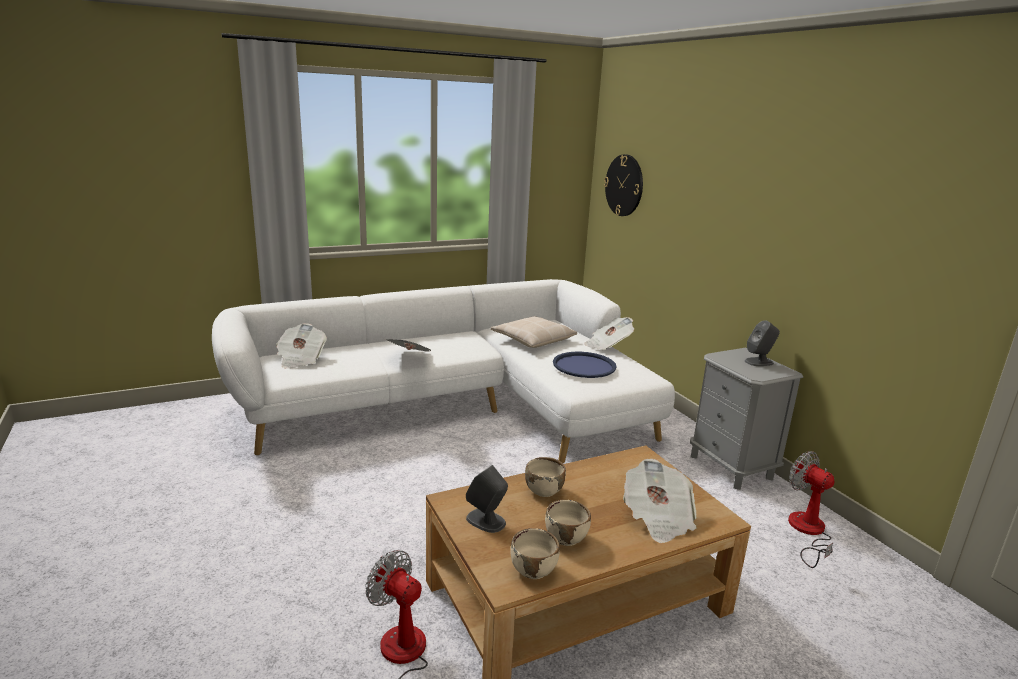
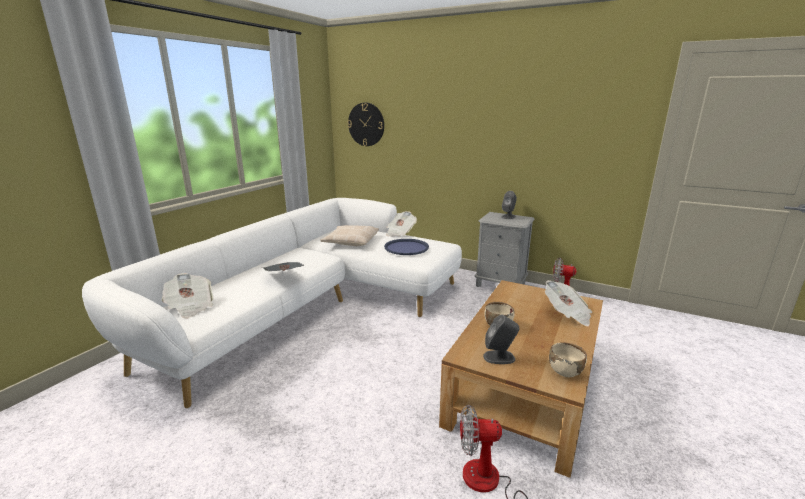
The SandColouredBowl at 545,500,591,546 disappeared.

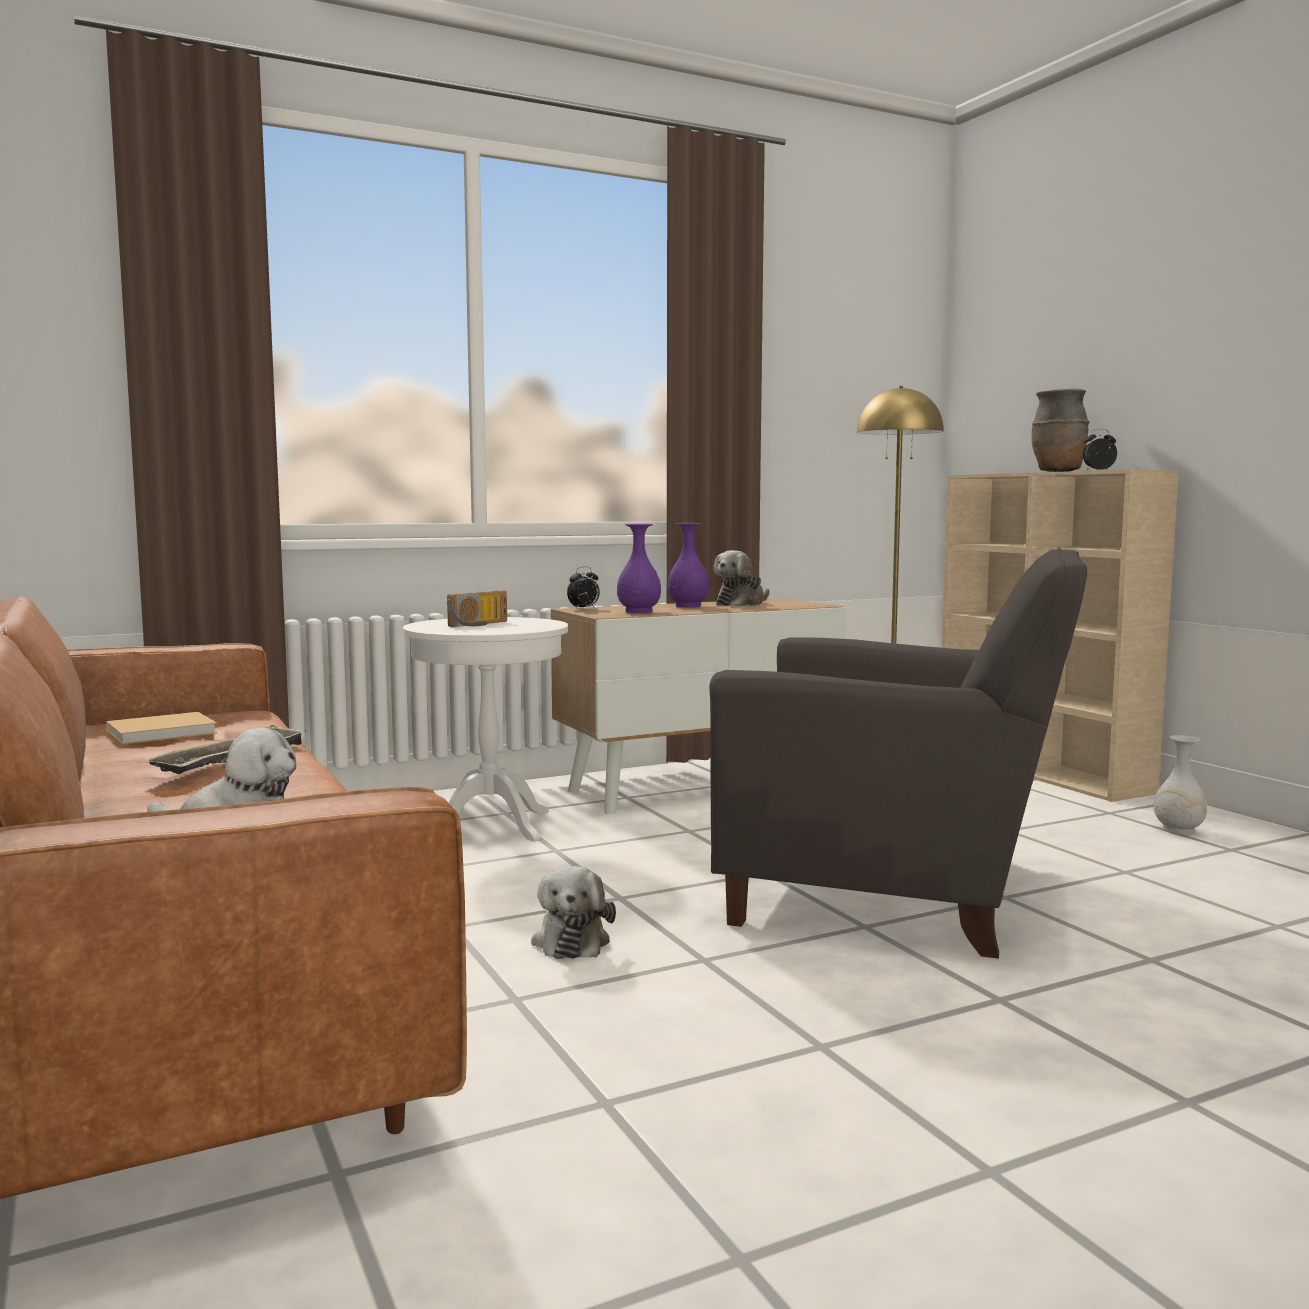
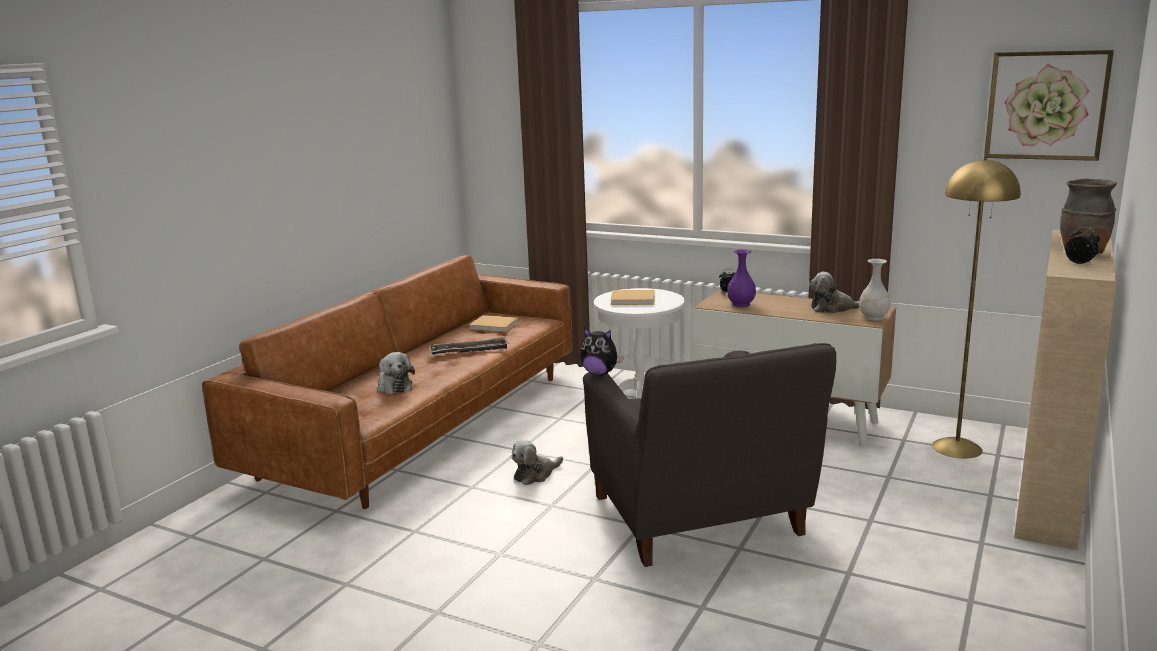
The RadioReceiver at 447,590,507,627 was replaced by the SandColouredVolume at 611,290,655,305.
The PurplishFlowerVase at 667,523,710,607 disappeared.
The WhiteColouredFlowerVase moved from 1154,735,1207,835 to 859,259,890,321.
The CuddlyToy at 580,327,624,375 appeared.
The WallArt at 984,50,1114,161 appeared.

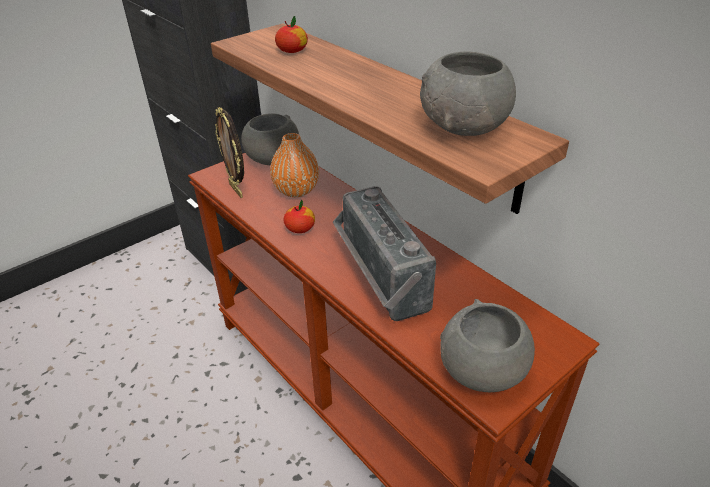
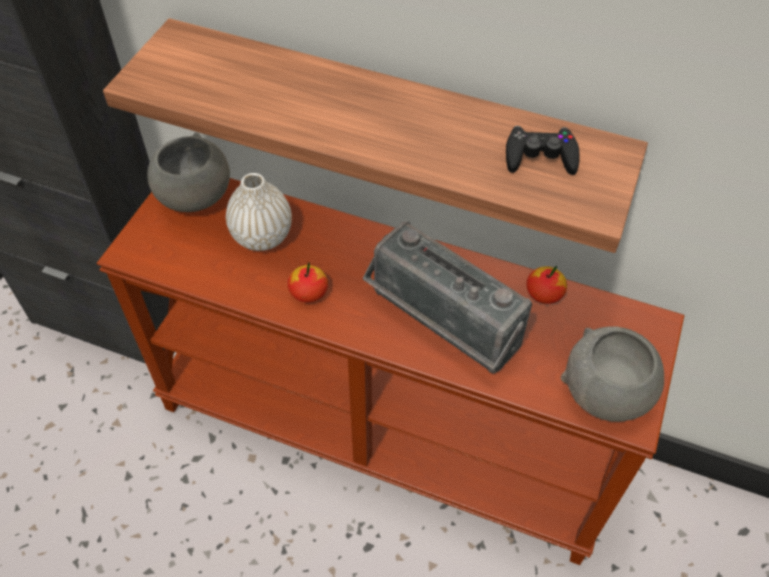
The PictureFrame at 215,107,244,198 disappeared.
The OrangeyFlowerVase at 270,133,319,197 became the WhiteColouredFlowerVase at 226,173,292,251.
The AppleFruit moved from 275,16,308,53 to 526,266,567,304.
The GrayBowl at 420,51,516,136 was replaced by the BlackishJoypad at 506,126,580,175.

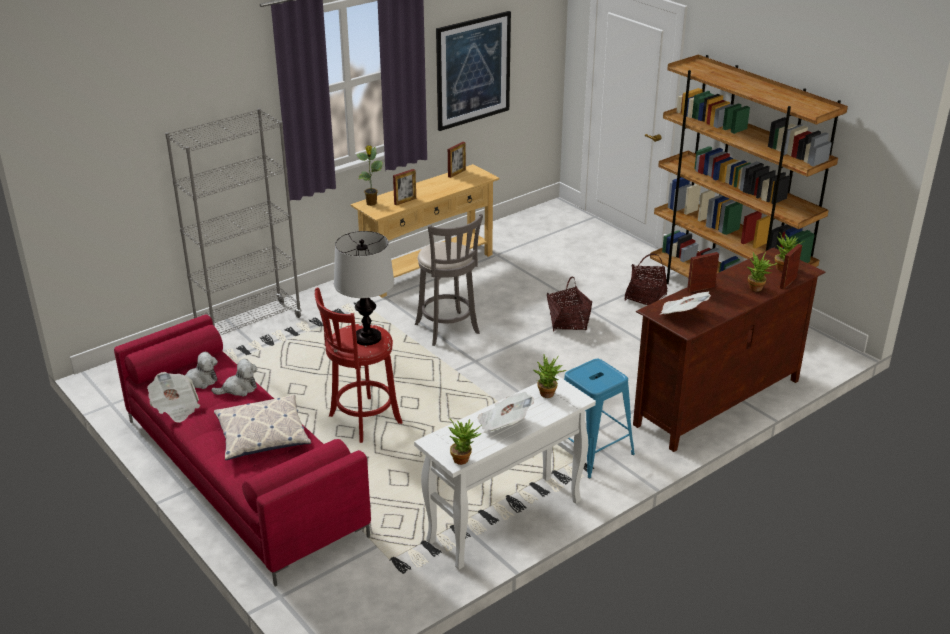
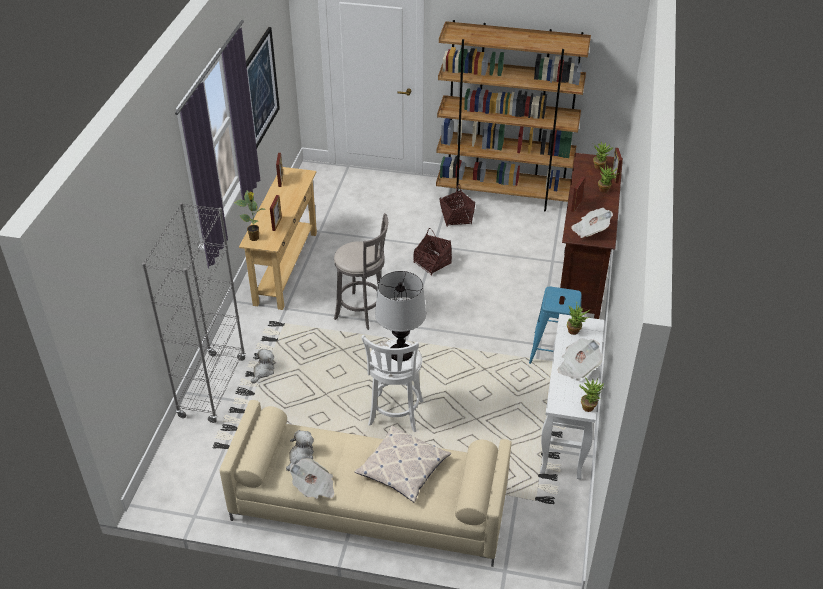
The ReddishCouch at 114,314,371,586 became the SandColouredCouch at 220,400,511,567.
The CuddlyToy moved from 211,359,257,397 to 251,349,274,383.
The ReddishStoolSeat at 315,287,403,443 became the WhiteColouredStoolSeat at 361,335,424,432.

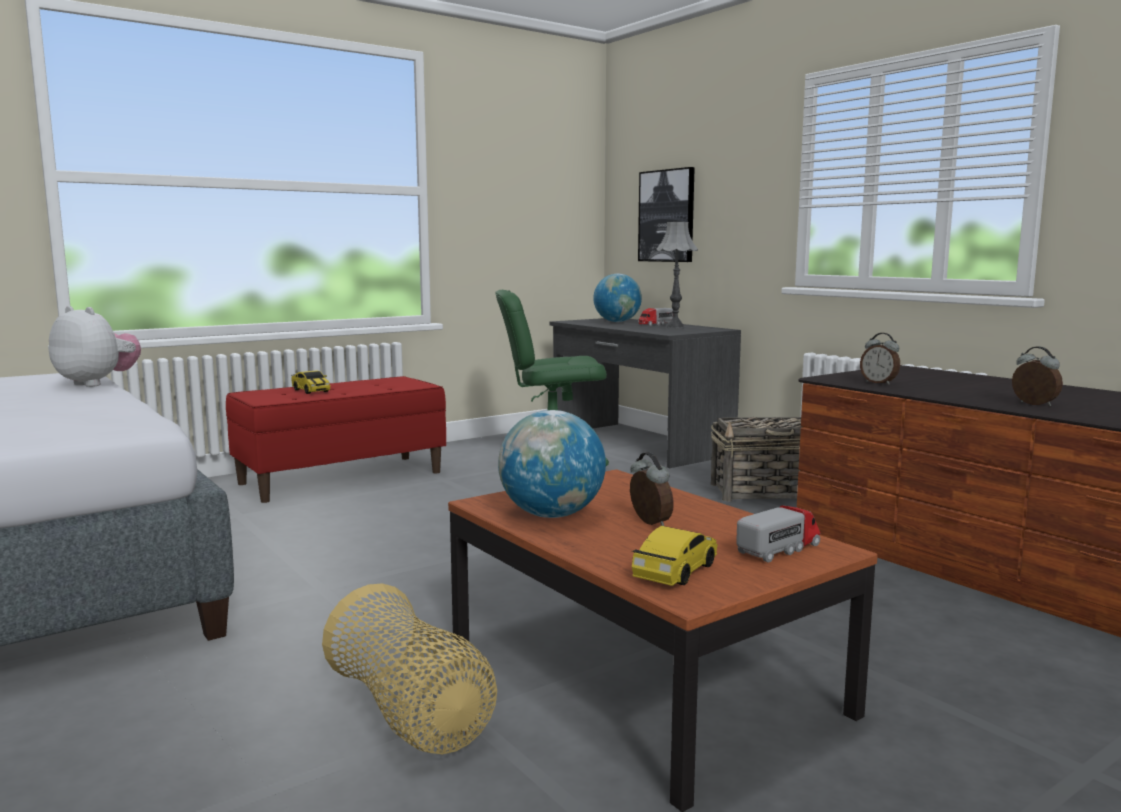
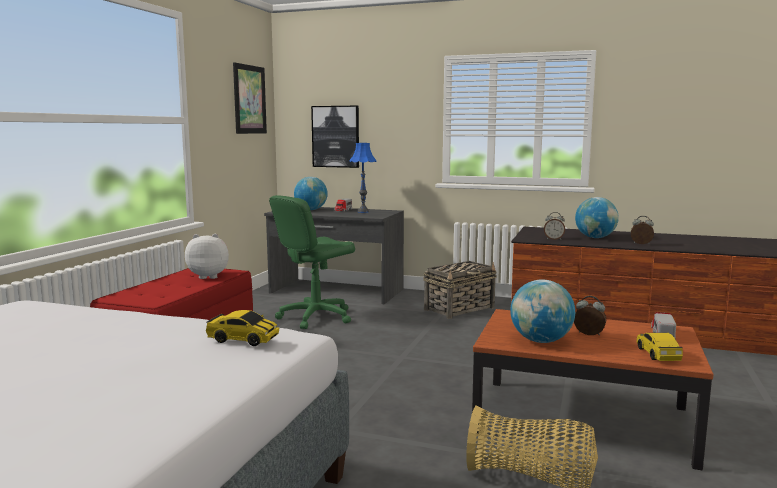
The CuddlyToy moved from 49,306,141,387 to 185,234,229,279.
The ToyCar moved from 292,370,330,394 to 206,310,279,346.
The GrayLampForATable at 656,222,698,329 became the BlueColouredLampForATable at 349,143,376,213.
The WallArt at 233,62,267,134 appeared.
The DeskGlobe at 575,197,619,238 appeared.

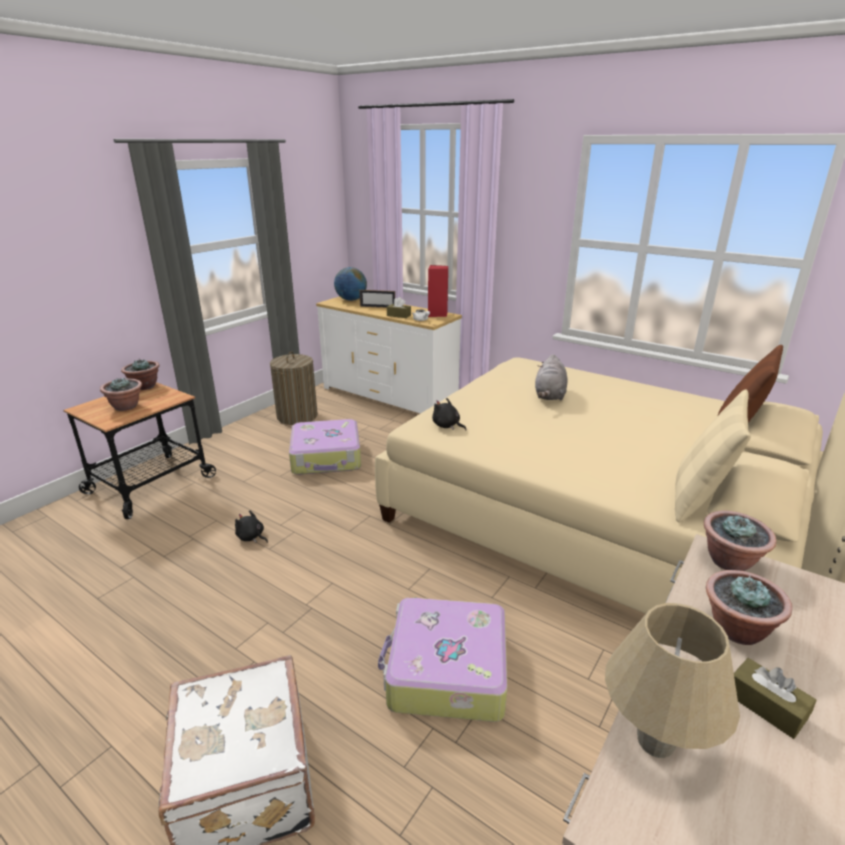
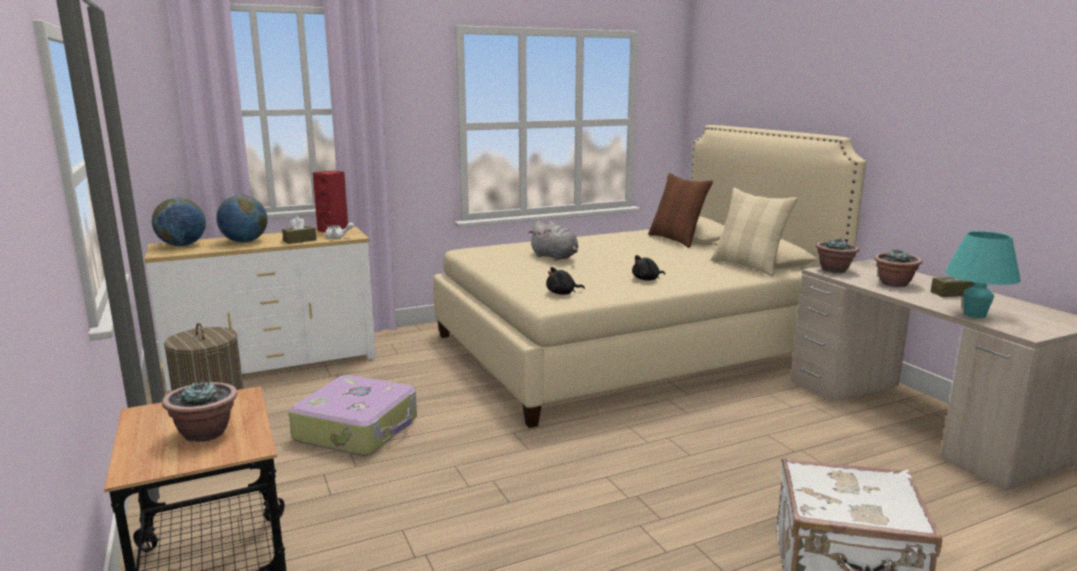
The PottedPlant at 121,359,160,390 disappeared.
The BlackishCuddlyToy moved from 235,510,268,543 to 632,255,665,281.
The PictureFrame at 359,290,395,308 was replaced by the DeskGlobe at 216,195,268,243.
The TravelCase at 378,598,507,722 disappeared.
The SandColouredLampForATable at 605,603,740,758 became the TurquoiseColouredLampForATable at 945,231,1021,318.

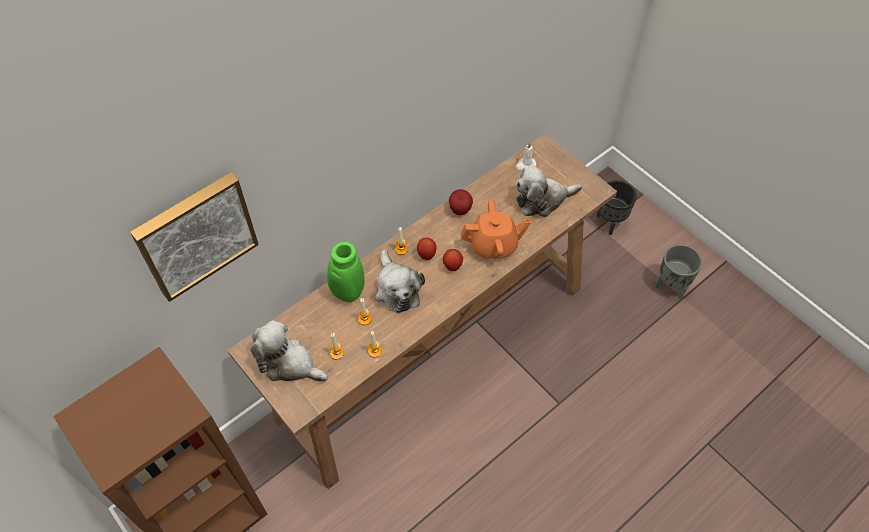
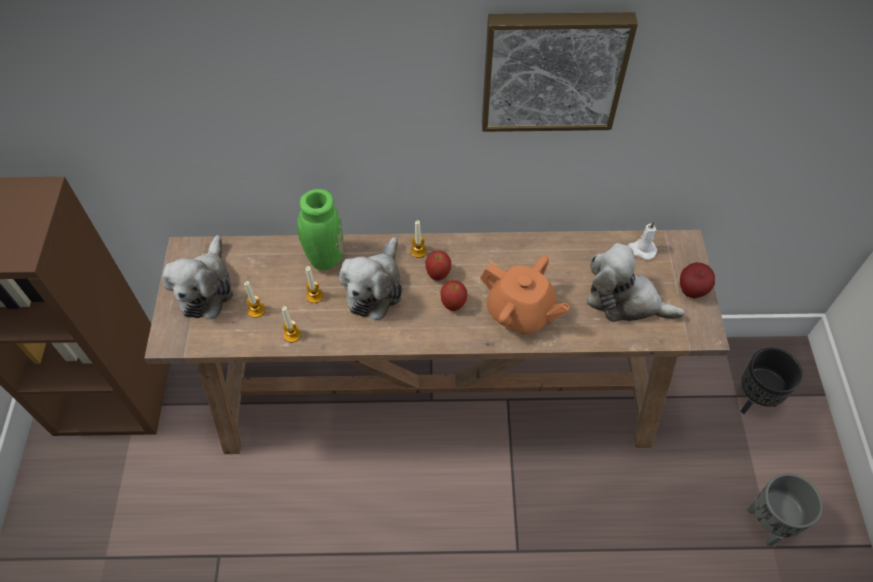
The WallArt moved from 130,172,259,302 to 482,12,638,132.
The CuddlyToy at 250,320,328,382 turned 150 degrees counterclockwise.
The AppleFruit moved from 449,189,473,215 to 680,262,715,298.

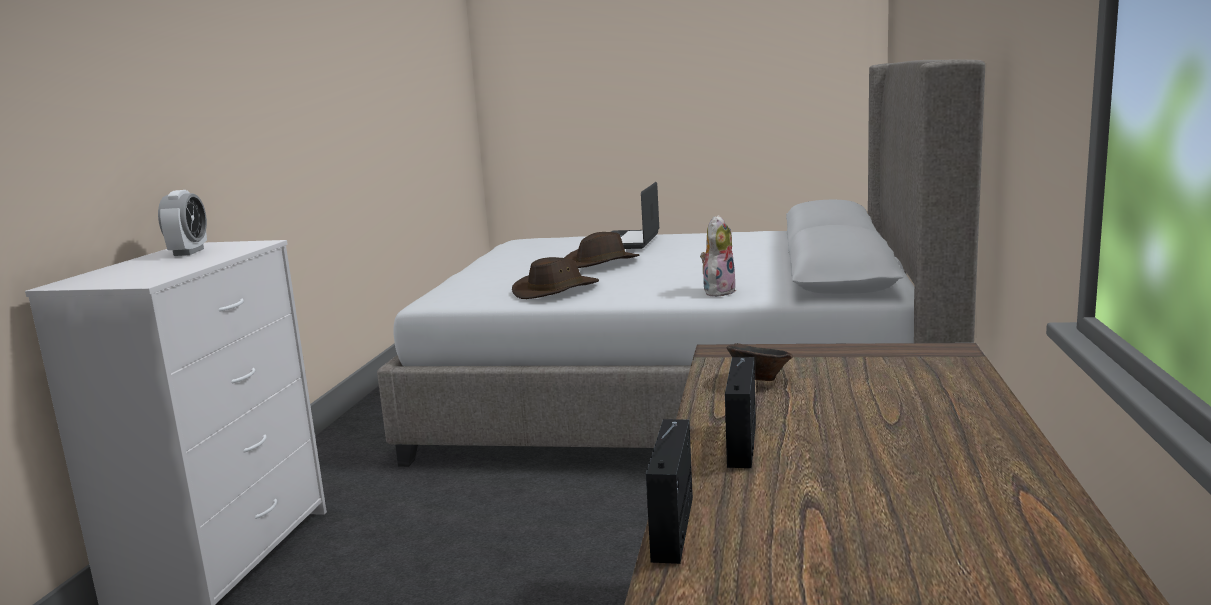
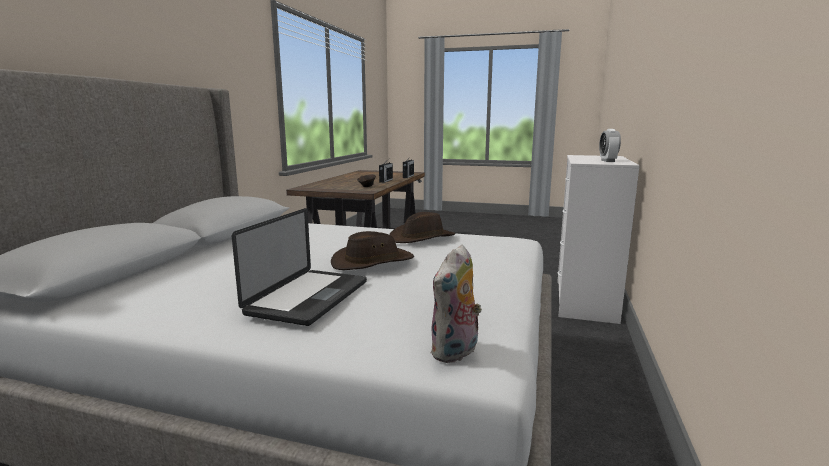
The CuddlyToy moved from 700,215,736,297 to 430,245,482,363.

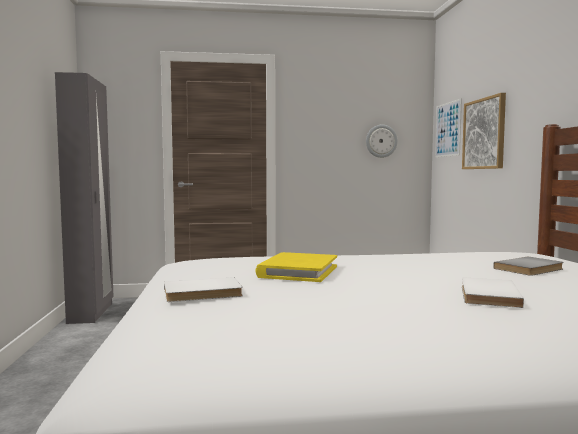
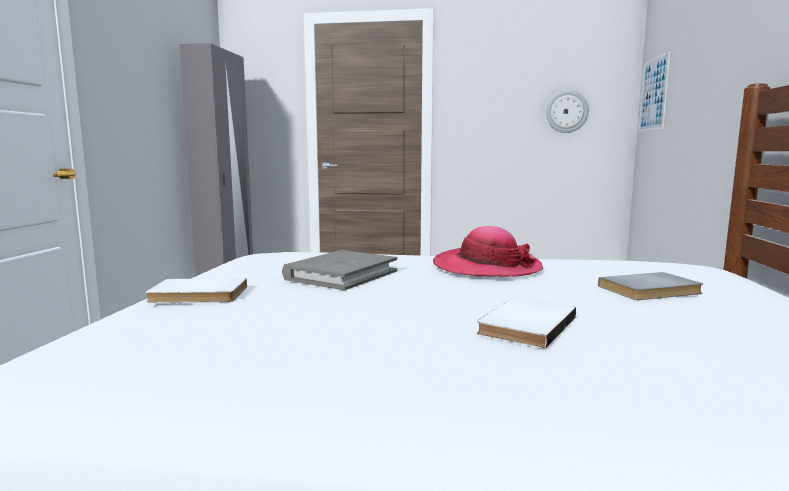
The YellowishVolume at 255,252,337,282 became the GrayVolume at 282,250,397,290.
The WallArt at 462,93,506,169 disappeared.
The WearableHat at 433,226,543,277 appeared.

